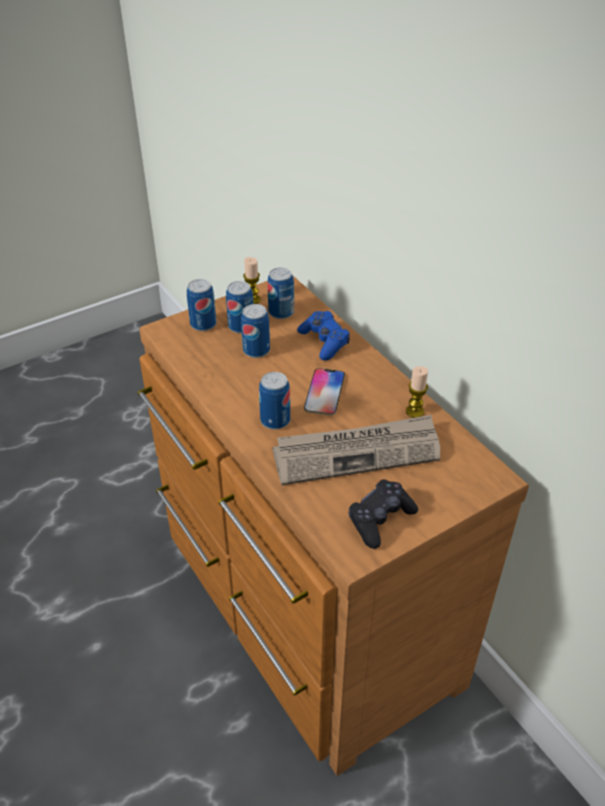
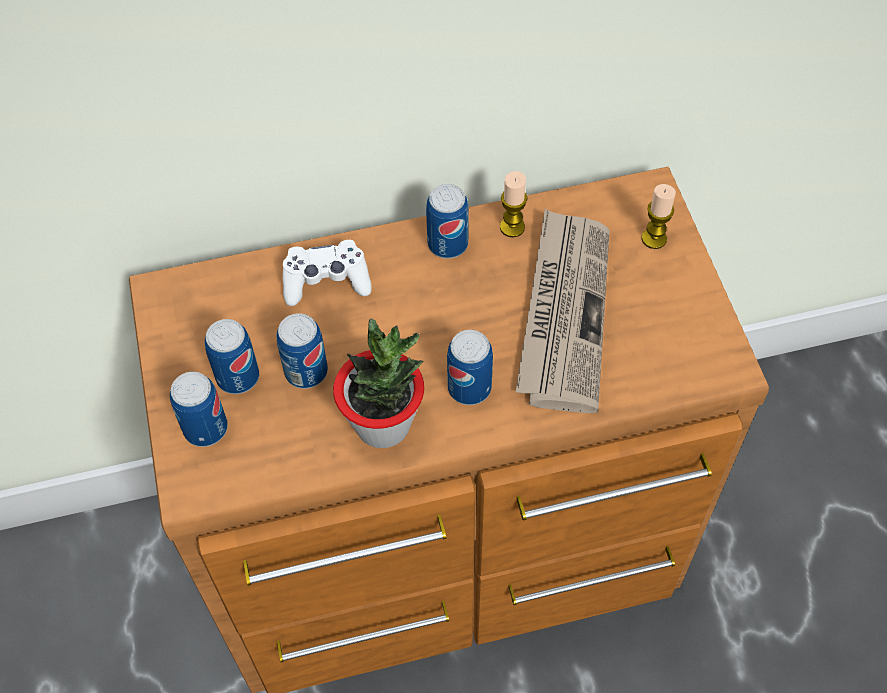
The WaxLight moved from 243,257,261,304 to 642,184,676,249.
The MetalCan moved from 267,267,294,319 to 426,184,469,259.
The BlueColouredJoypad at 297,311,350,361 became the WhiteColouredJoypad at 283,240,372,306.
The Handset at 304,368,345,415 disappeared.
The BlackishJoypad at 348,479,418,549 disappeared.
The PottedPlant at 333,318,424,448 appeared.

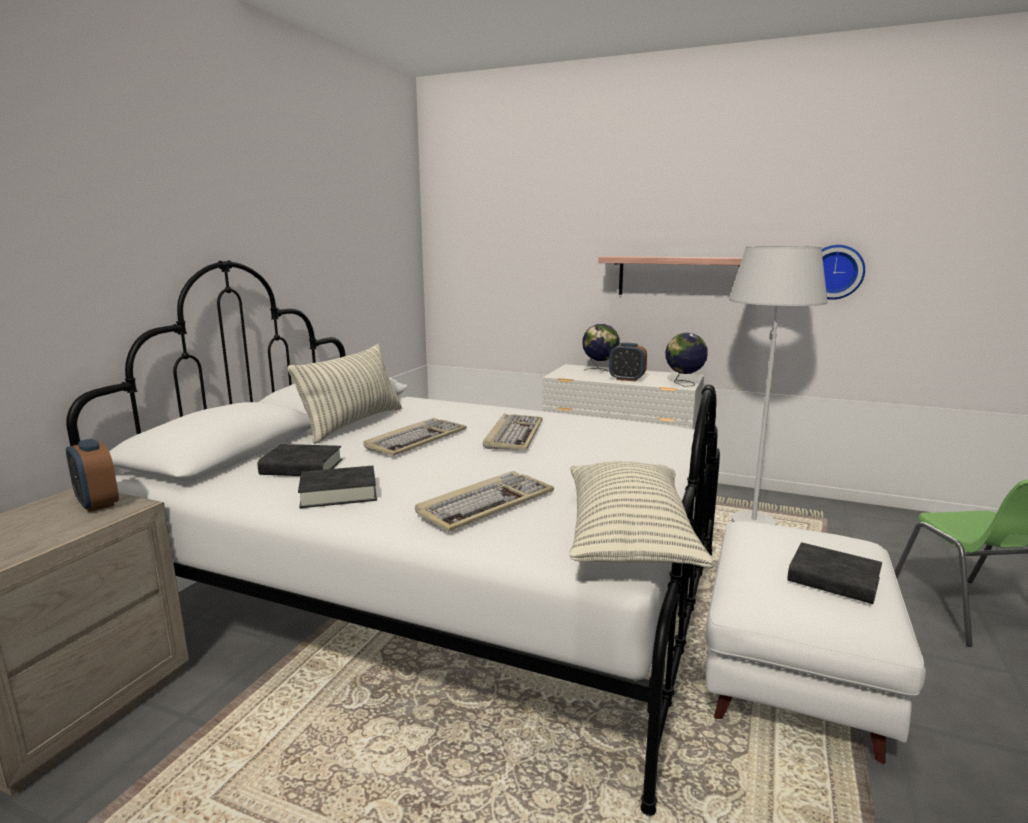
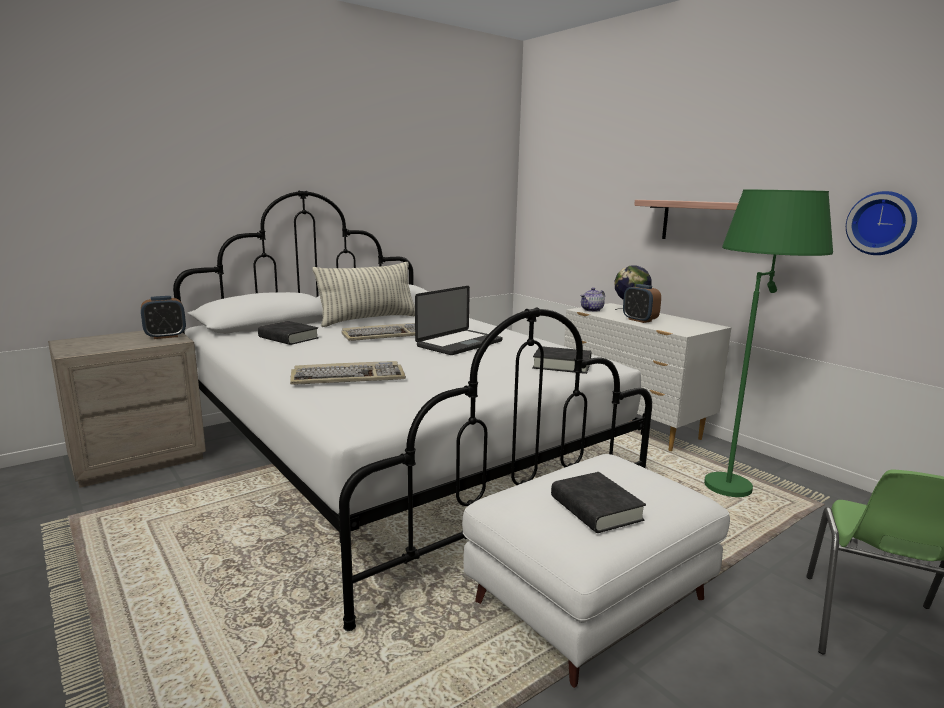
The BedsideClock at 66,439,119,512 turned 105 degrees counterclockwise.
The BlackishVolume moved from 298,466,377,508 to 532,346,591,374.
The Keyboard at 483,414,543,450 was replaced by the PortableComputer at 415,286,503,355.
The Pillow at 569,461,714,569 disappeared.
The DeskGlobe at 665,333,708,387 disappeared.
The WhiteColouredFloorLamp at 729,246,828,525 became the GreenFloorLamp at 704,189,833,497.
The Teapot at 580,287,605,312 appeared.

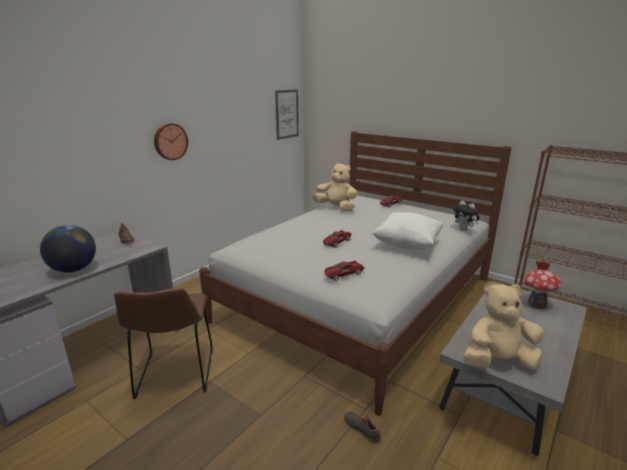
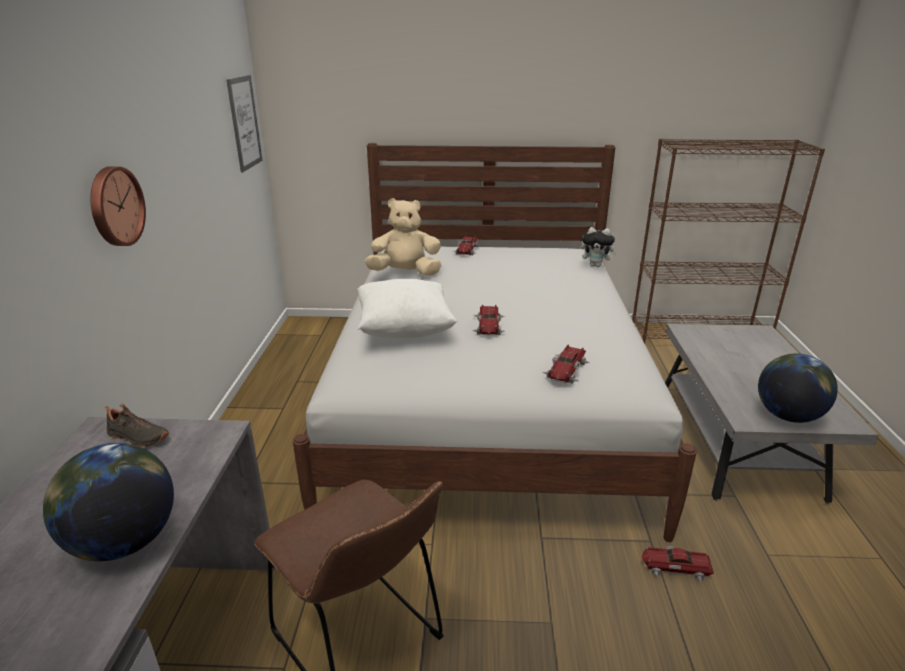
The BlackishItemOfFootwear at 344,411,381,443 was replaced by the ToyCar at 641,546,714,582.
The WhiteColouredPillow moved from 372,212,444,250 to 357,279,457,338.
The SandColouredCuddlyToy at 464,282,544,370 was replaced by the DeskGlobe at 758,353,838,423.
The ToyHouse at 524,260,562,309 disappeared.

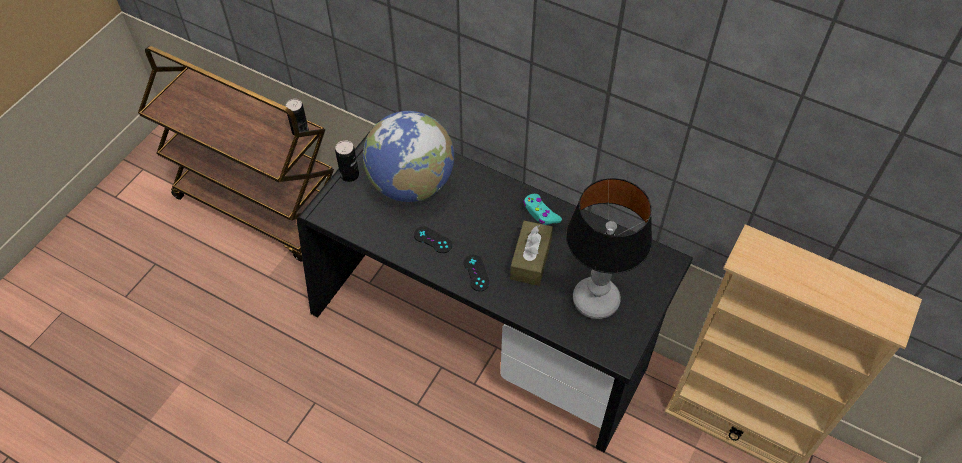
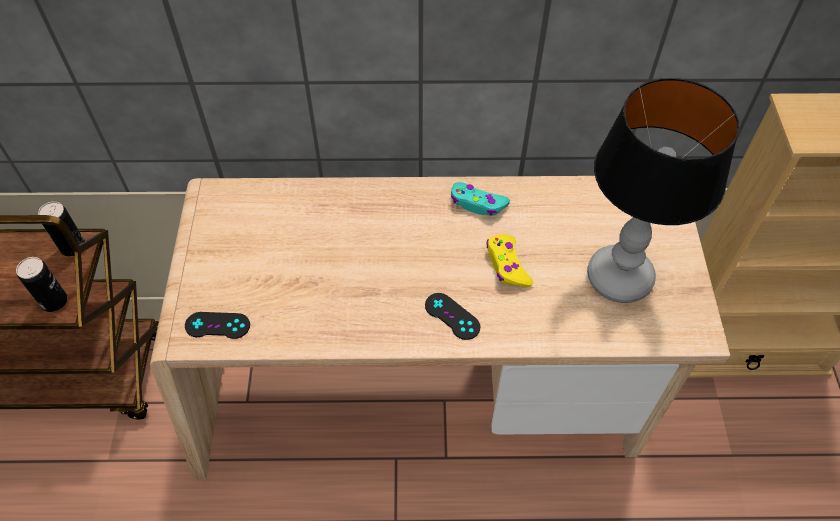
The BlackishDesk at 297,120,693,452 became the SandColouredDesk at 150,176,730,479.
The MetalCan moved from 335,140,359,182 to 16,257,68,312.
The DeskGlobe at 363,111,454,202 disappeared.
The BlackishJoypad moved from 414,227,452,253 to 185,312,250,339.
The BrownColouredTissueHolder at 510,221,553,286 was replaced by the YellowishJoypad at 487,235,533,287.

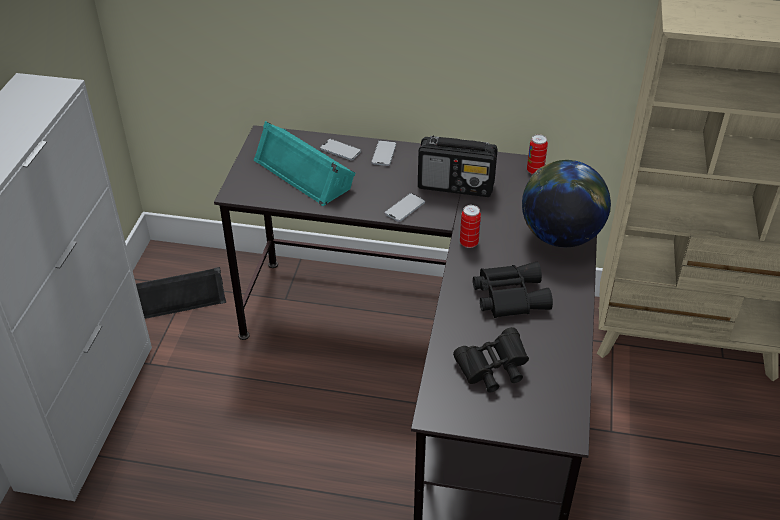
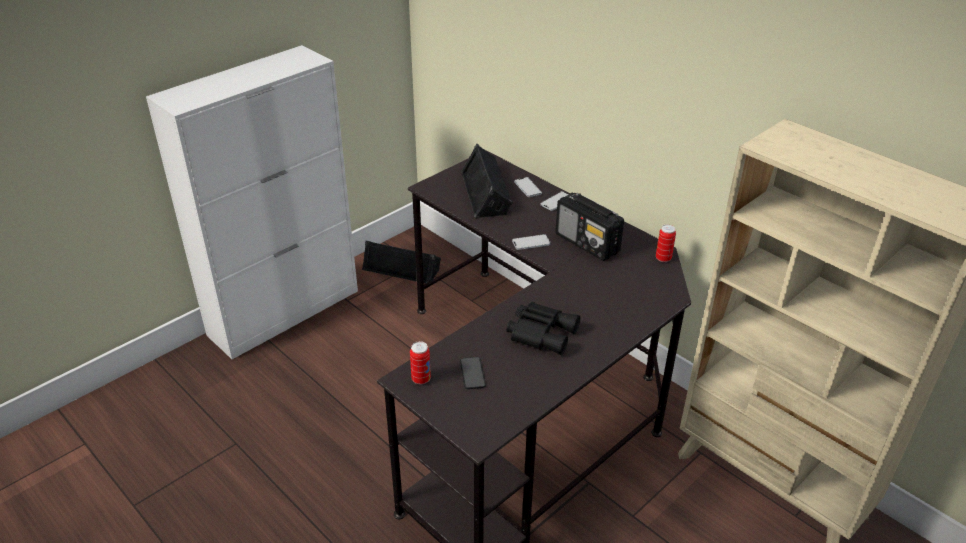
The TurquoiseColouredAudioSpeaker at 254,121,355,206 became the BlackishAudioSpeaker at 461,143,513,219.
The BlackishFieldGlasses at 453,327,529,392 was replaced by the Handset at 460,357,486,389.
The MetalCan moved from 460,205,481,248 to 410,341,431,384.
The DeskGlobe at 522,160,611,247 disappeared.

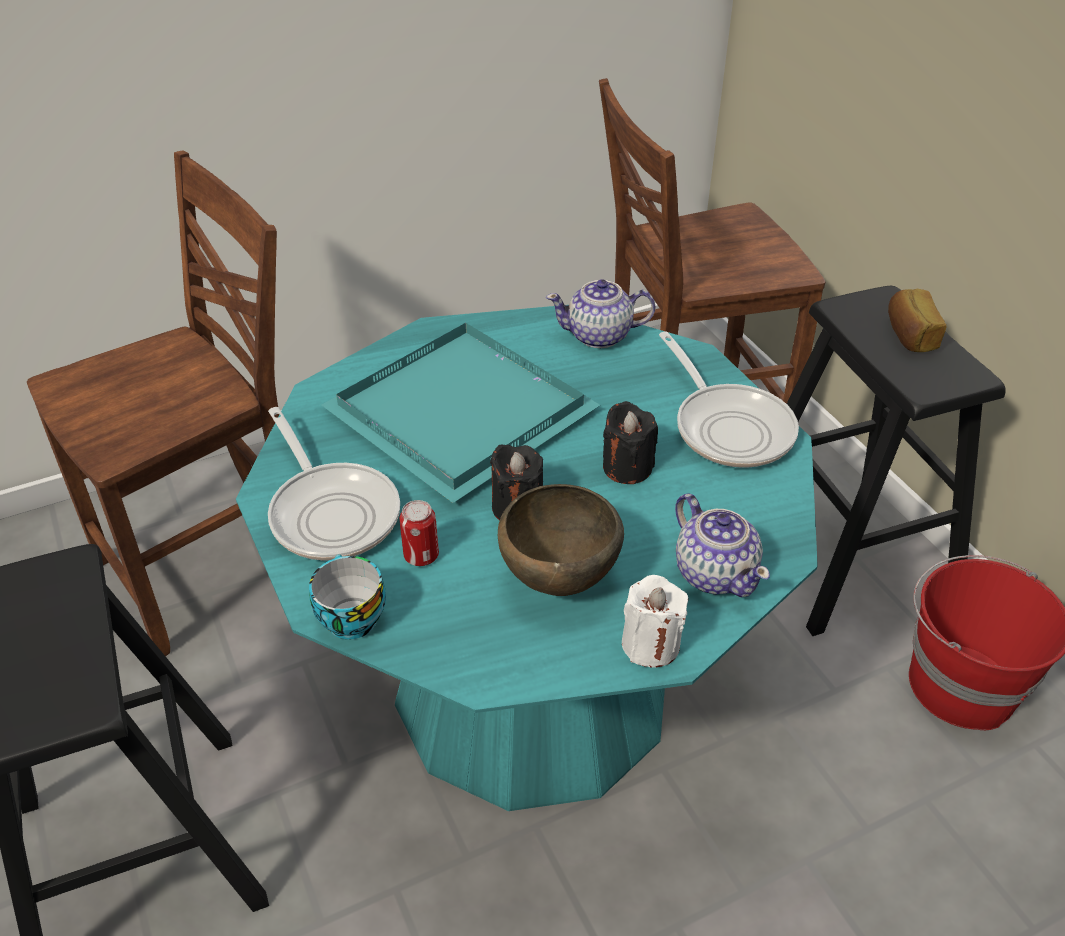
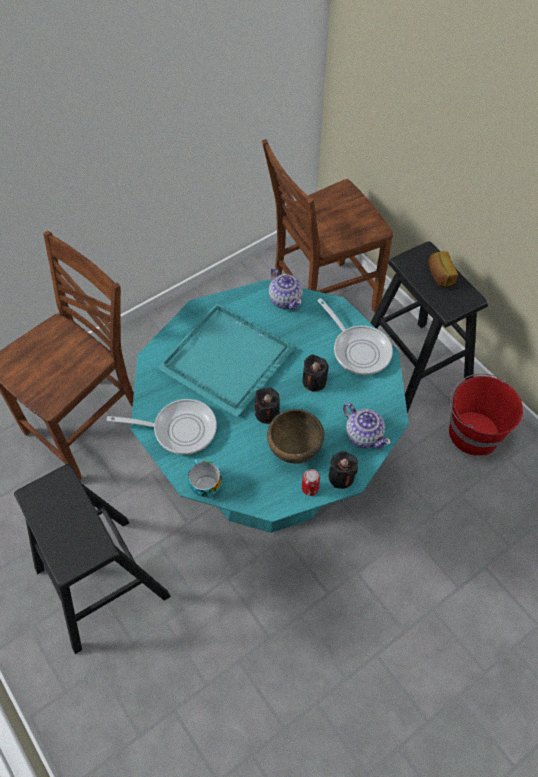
The Pan at 268,407,400,561 turned 45 degrees counterclockwise.
The MetalCan moved from 399,500,439,566 to 302,469,320,496.
The Teapot at 546,279,656,348 turned 105 degrees counterclockwise.
The WhiteColouredWaxLight at 622,575,688,668 became the BlackishWaxLight at 329,451,358,489.

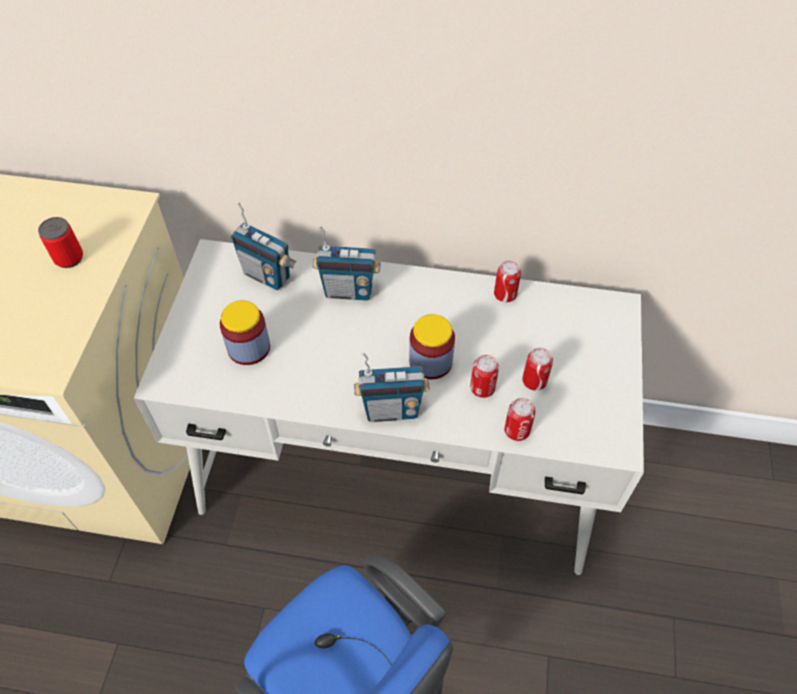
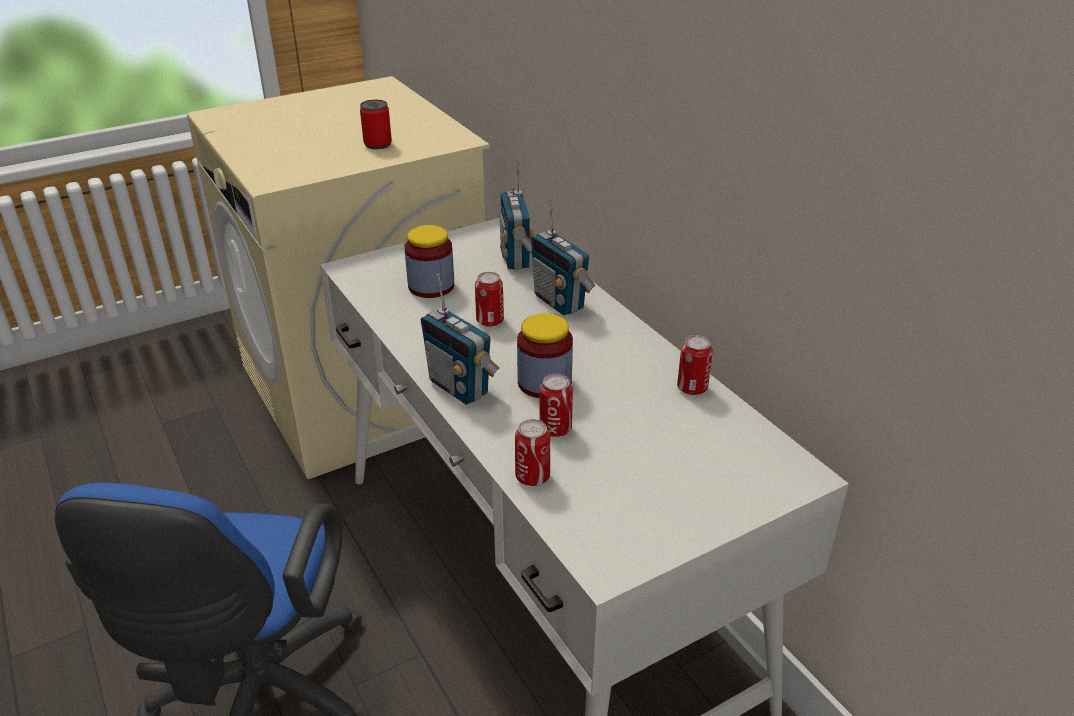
The MetalCan moved from 522,348,553,391 to 475,272,504,327.

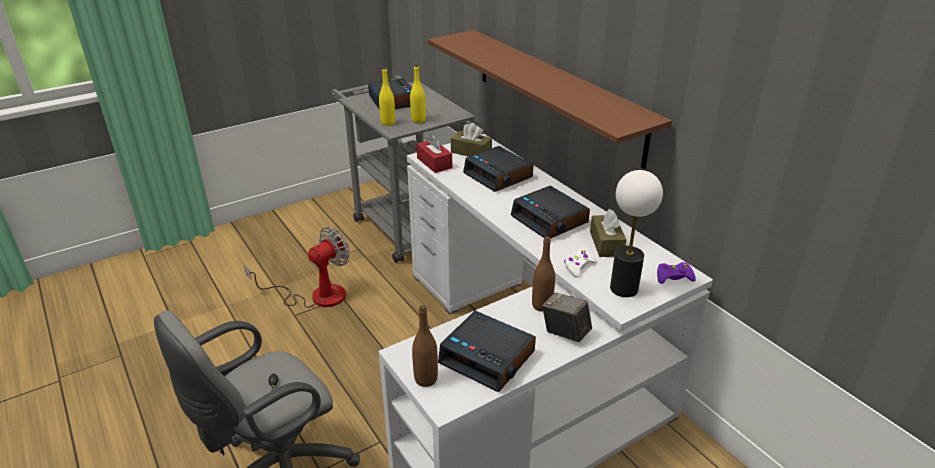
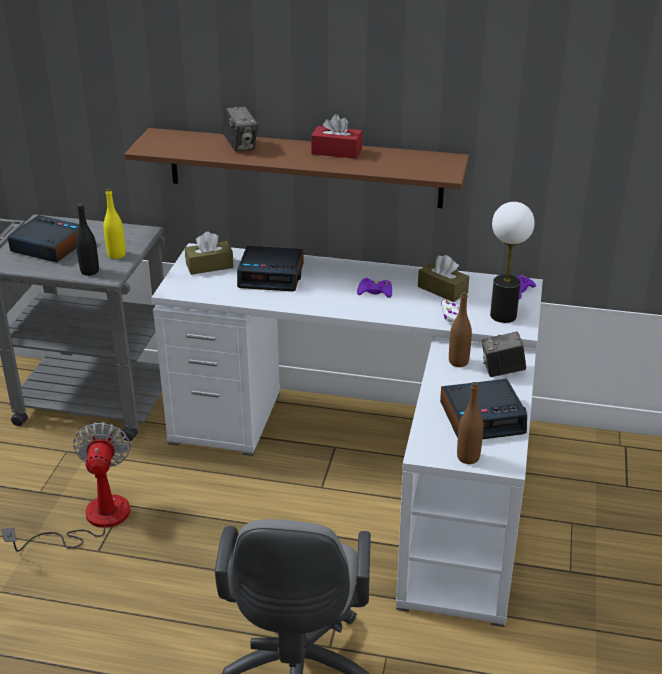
The YellowishDrinkBottle at 379,67,395,126 became the BlackishDrinkBottle at 76,203,99,276.
The ReddishTissueHolder moved from 417,134,452,173 to 311,114,362,159.
The BedsideClock at 511,186,590,239 was replaced by the PurplishJoypad at 357,278,392,298.
The StillCamera at 223,106,258,152 appeared.

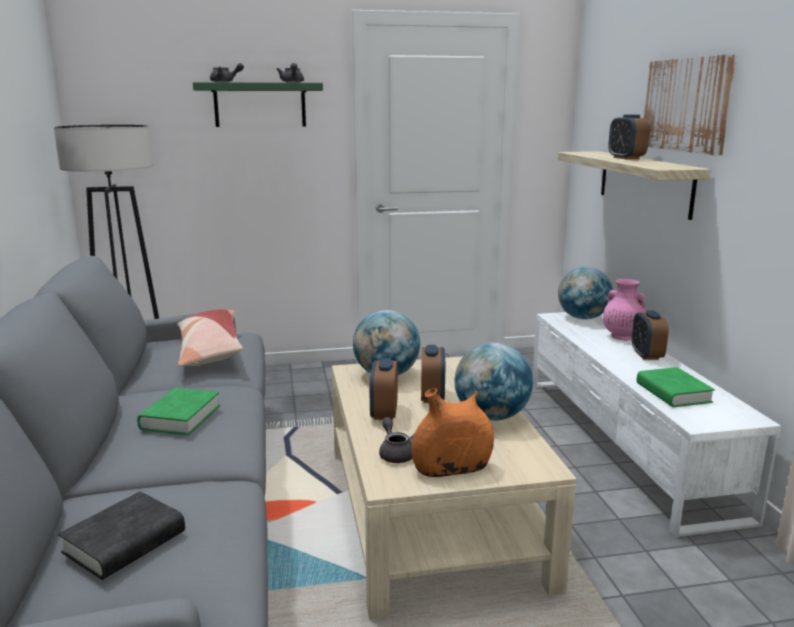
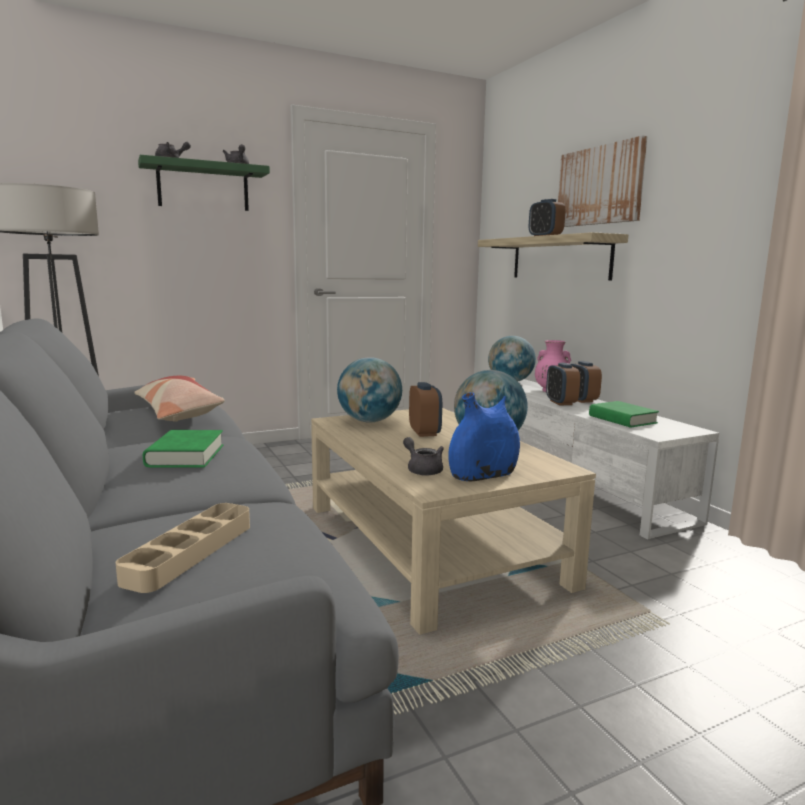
The BlackishVolume at 58,491,185,580 was replaced by the SandColouredCarryingTray at 116,503,250,593.
The BedsideClock moved from 370,358,398,420 to 546,363,580,406.
The OrangeyFlowerVase at 411,388,494,477 became the BlueColouredFlowerVase at 448,392,520,481.

